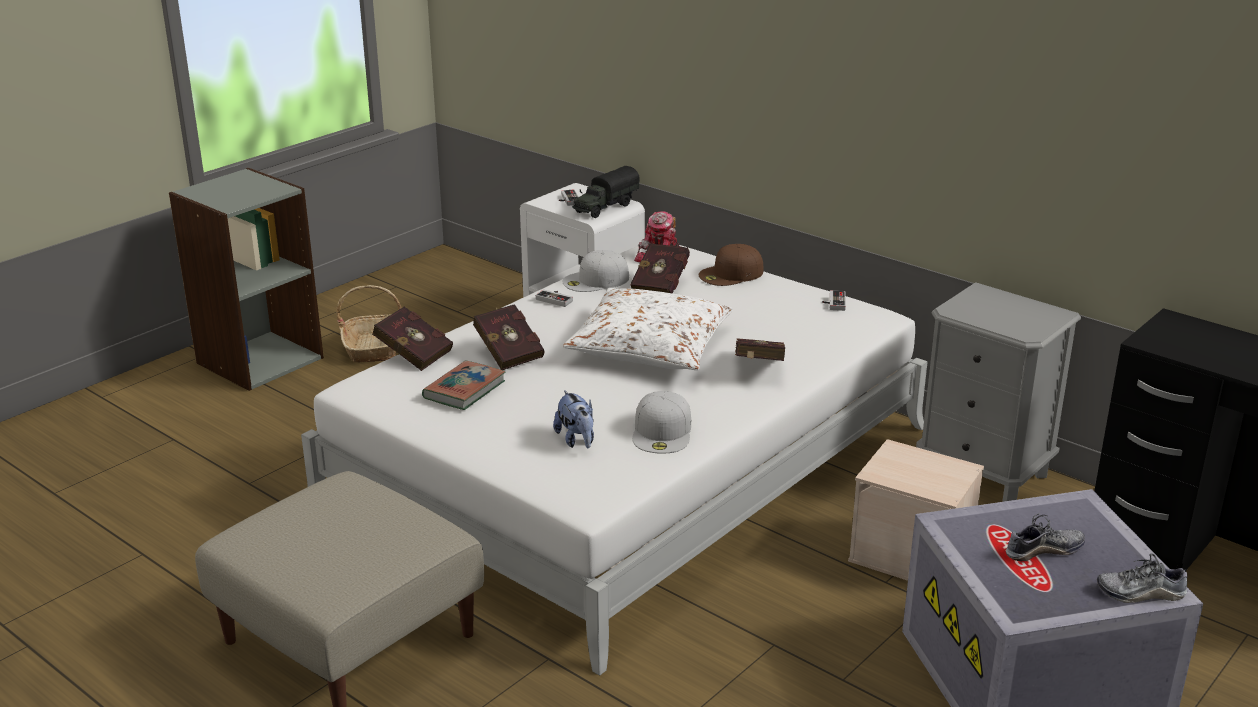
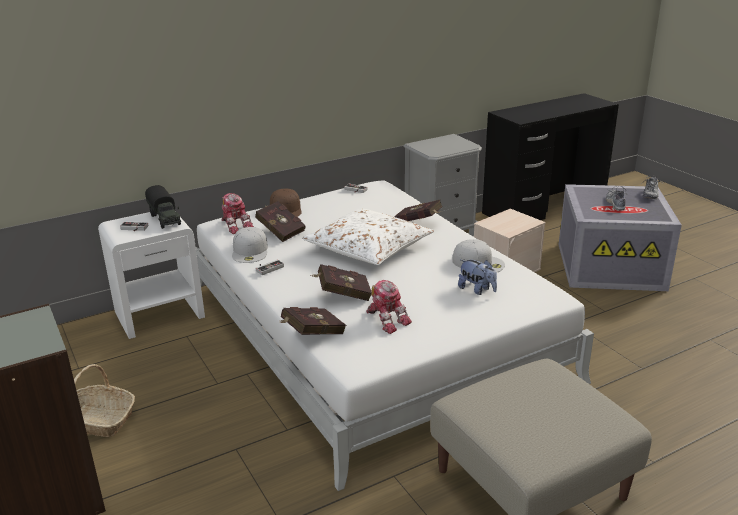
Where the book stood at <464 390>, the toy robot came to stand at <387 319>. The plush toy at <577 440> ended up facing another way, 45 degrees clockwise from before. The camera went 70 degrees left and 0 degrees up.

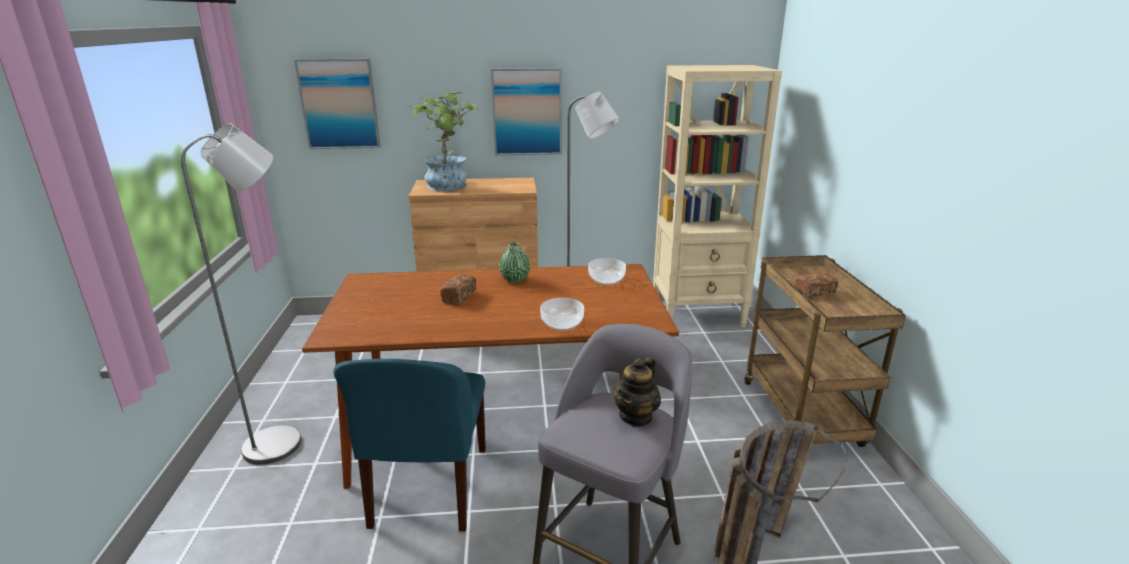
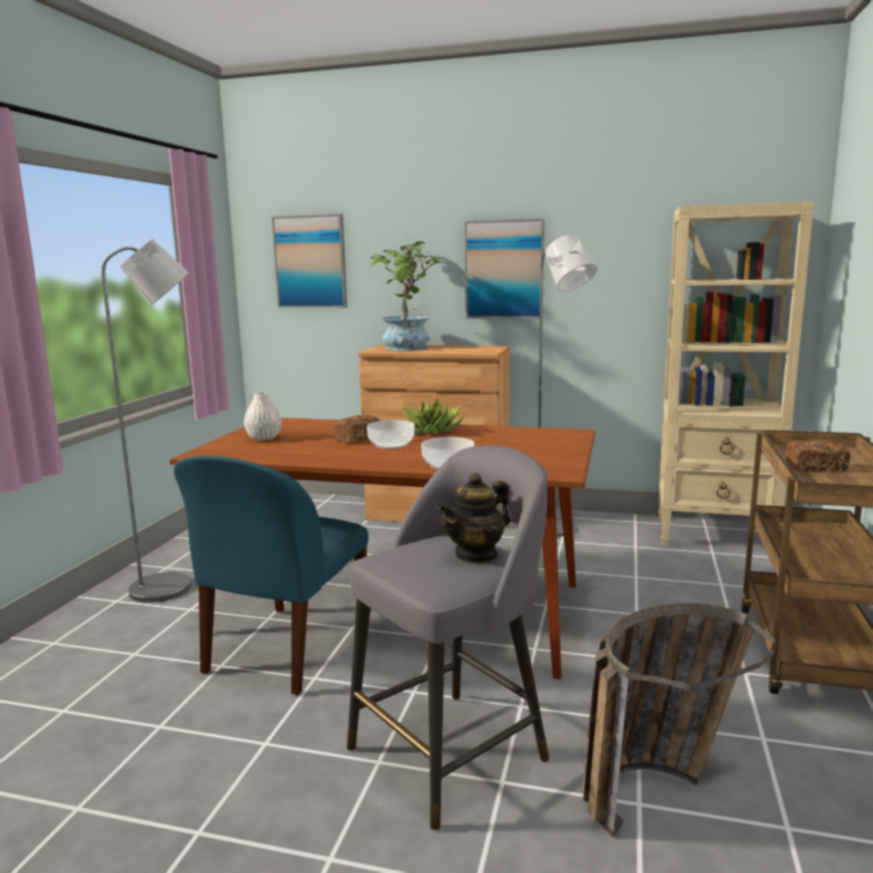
The second view gained the white vase at <264 438>. The bowl ended up elsewhere, having gone from <606 279> to <391 444>. Where the green vase stood at <515 279>, the potted plant came to stand at <431 431>. The camera went 20 degrees right and 10 degrees down.

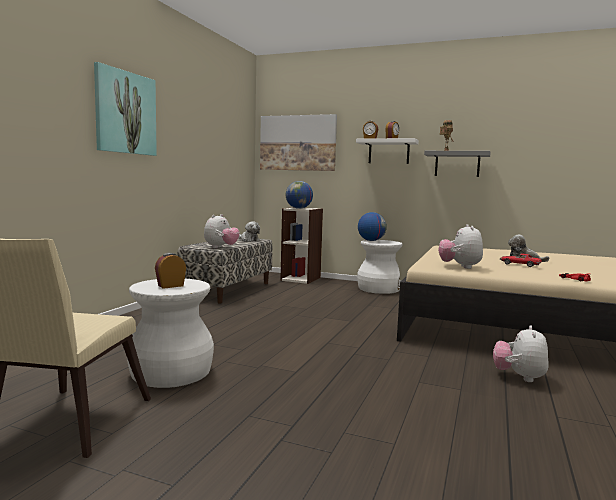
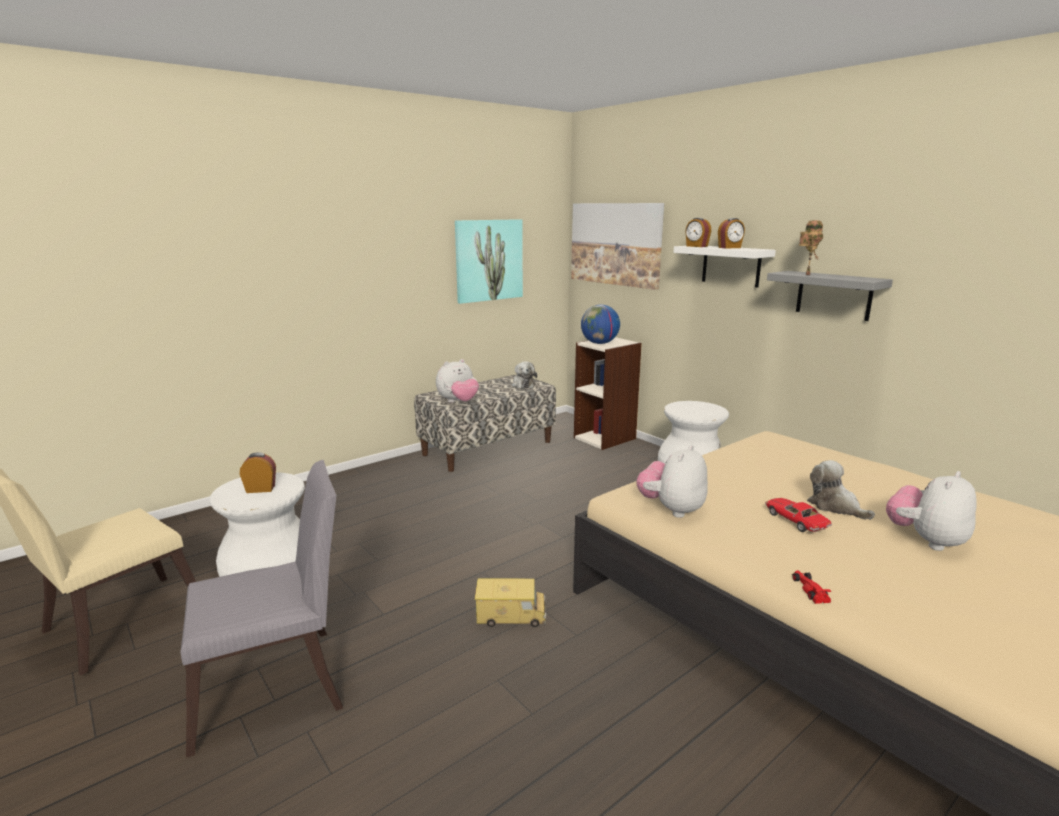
The second view lost the globe at <371 240>. The second view gained the grey chair at <278 686>. The second view gained the toy truck at <511 615>. The picture ended up elsewhere, having gone from <126 113> to <489 260>. The plush toy ended up elsewhere, having gone from <519 377> to <926 540>. The camera went 30 degrees right and 10 degrees up.

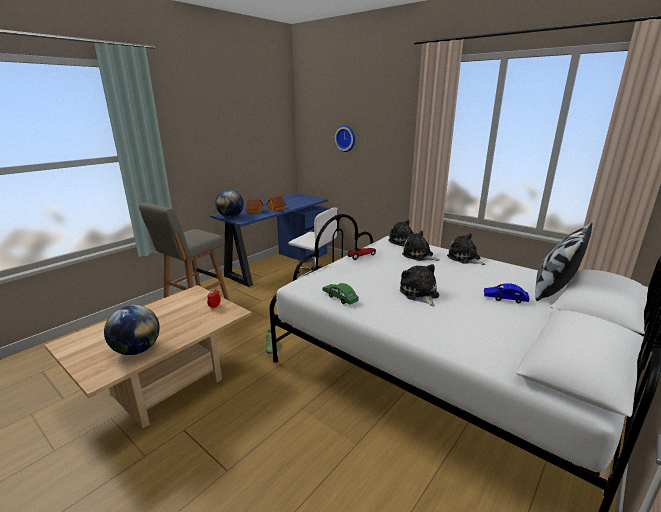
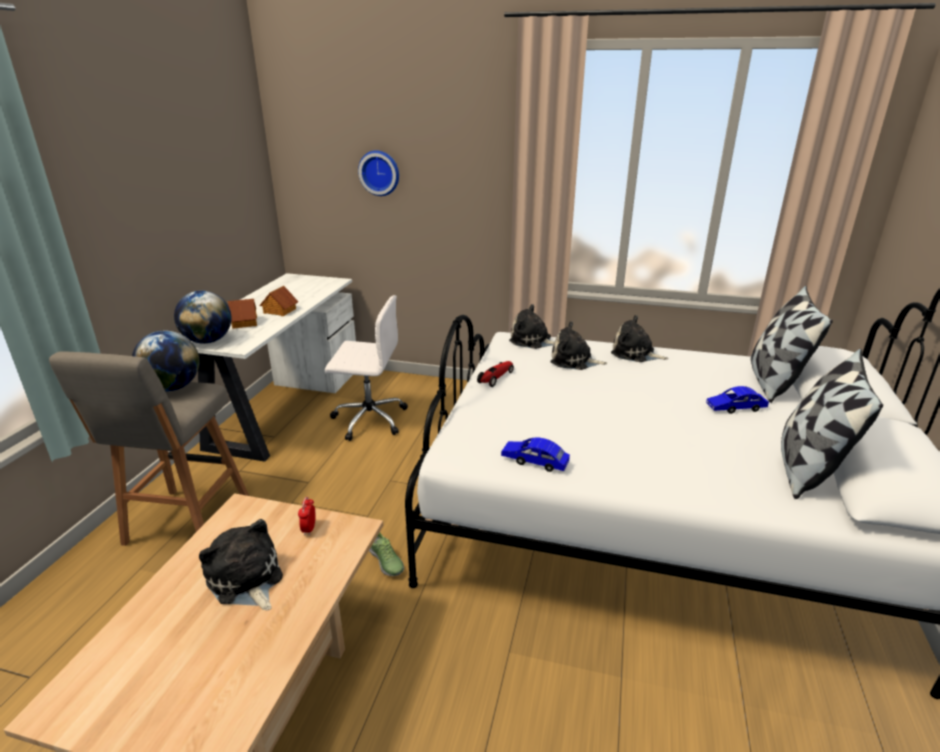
The second view gained the pillow at <808 468>. The globe ended up elsewhere, having gone from <137 350> to <172 388>. The plush toy ended up elsewhere, having gone from <419 294> to <246 580>. What was the blue desk at <276 264> turned into the white desk at <284 406>. What was the green toy car at <340 297> turned into the blue toy car at <534 461>. The camera went 25 degrees left and 5 degrees up.

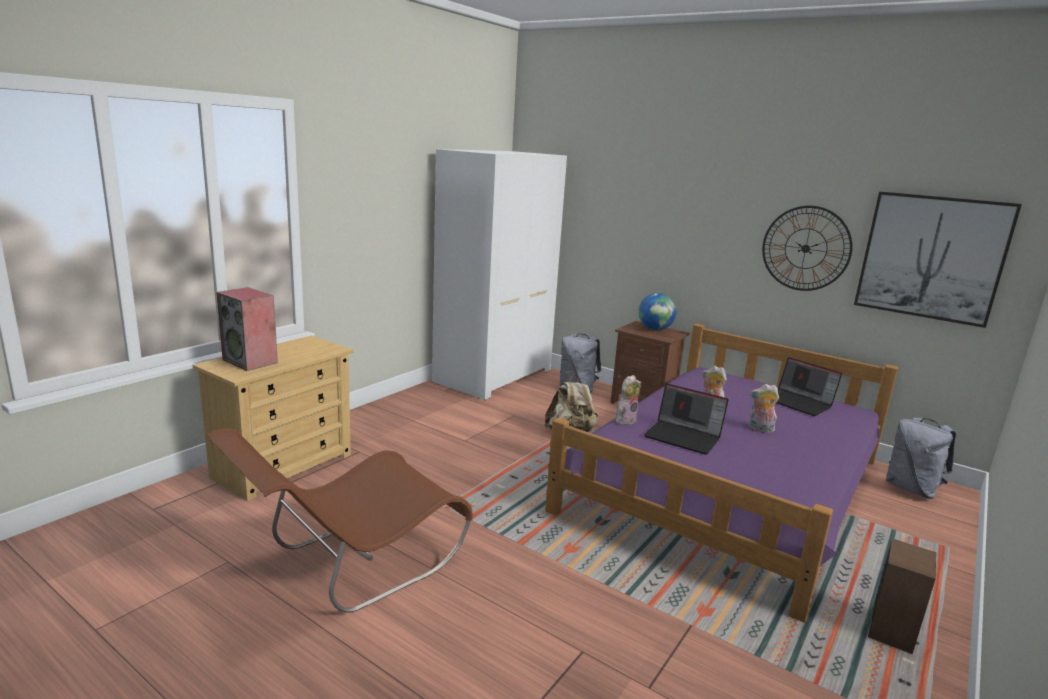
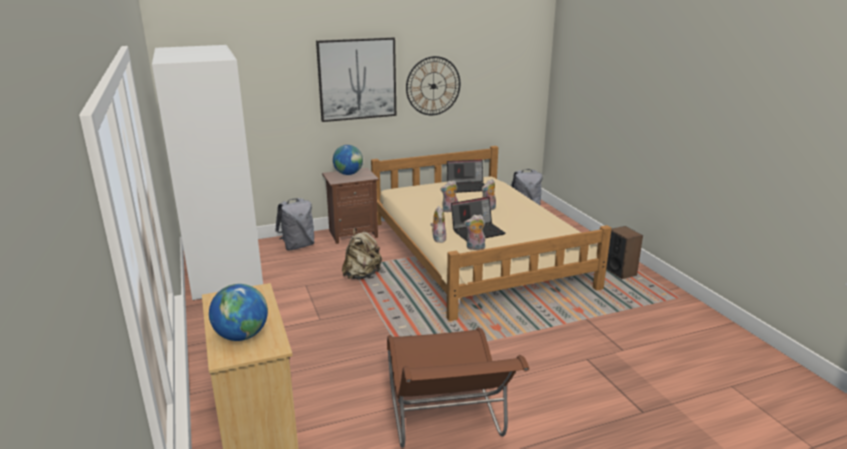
The second view gained the plush toy at <475 248>. The picture ended up elsewhere, having gone from <931 257> to <357 79>. Where the speaker stood at <251 361>, the globe came to stand at <241 336>. What was the purple bed at <727 485> turned into the beige bed at <476 253>. The camera went 55 degrees left and 5 degrees up.

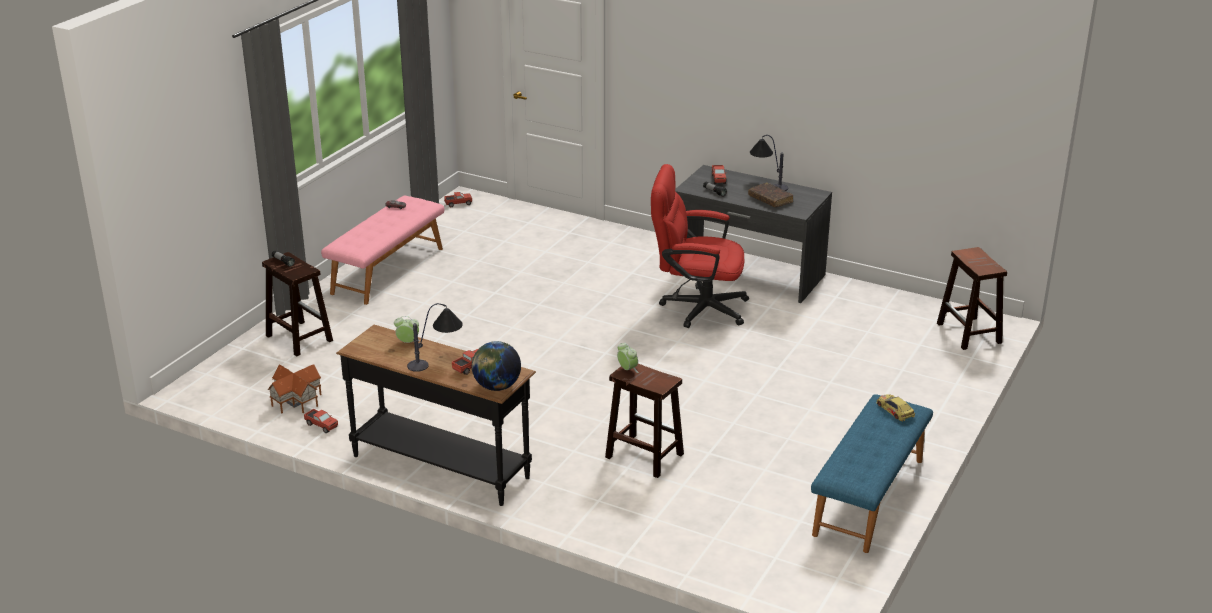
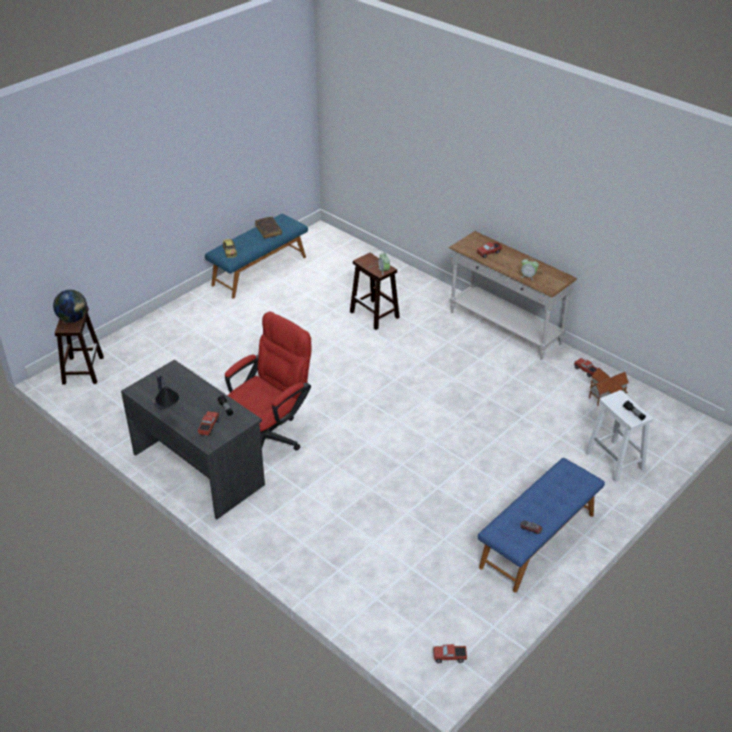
The second view lost the table lamp at <437 360>. The globe ended up elsewhere, having gone from <497 387> to <73 319>. The brown book ended up elsewhere, having gone from <770 199> to <268 230>. What was the brown stool at <298 338> turned into the white stool at <615 461>. What was the pink bench at <387 270> turned into the blue bench at <538 541>. What was the black console table at <441 466> turned into the white console table at <504 328>. The red office chair at <696 307> ended up facing another way, 75 degrees counterclockwise from before. The camera went 165 degrees left and 10 degrees up.

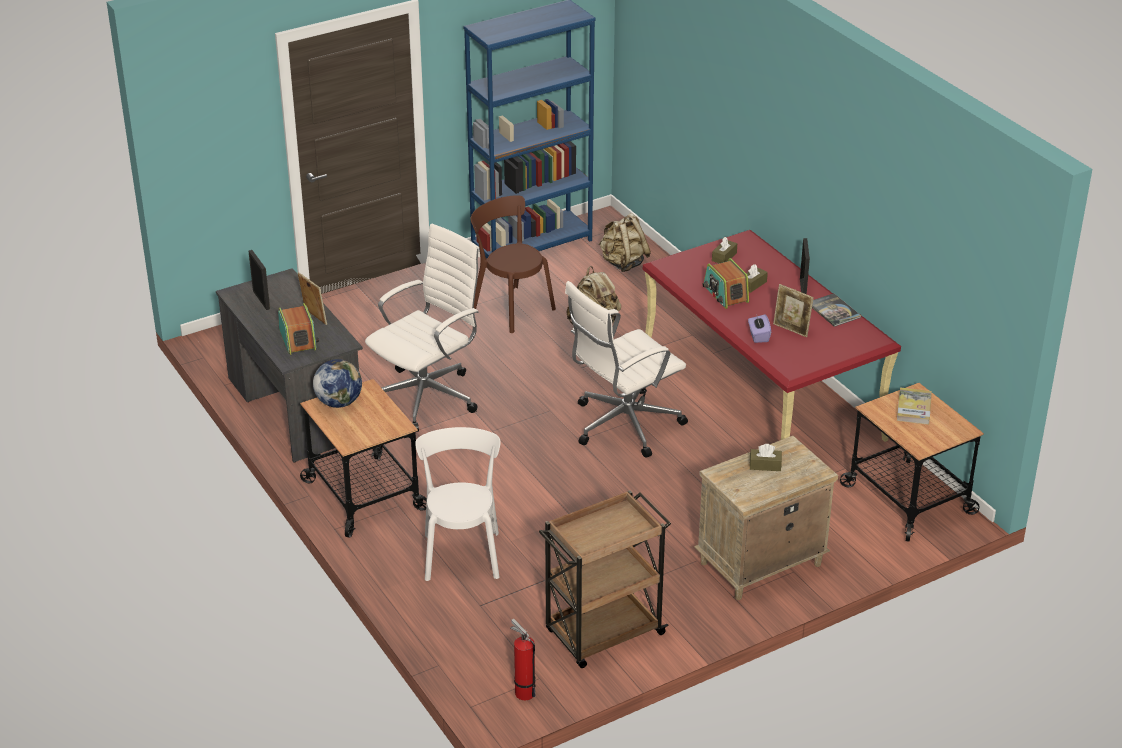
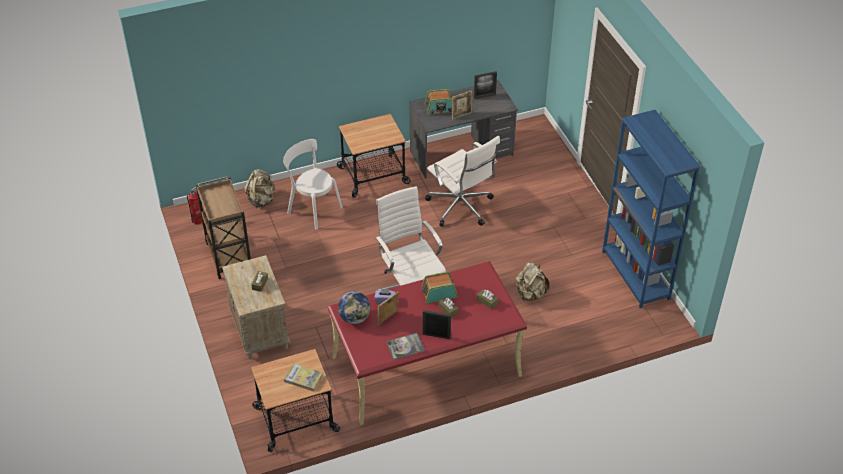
The second view lost the brown chair at <510 307>. The globe ended up elsewhere, having gone from <339 402> to <355 318>. The beige backpack ended up elsewhere, having gone from <623 263> to <261 200>. The white chair at <462 552> ended up facing another way, 150 degrees counterclockwise from before. The camera went 100 degrees right and 10 degrees up.

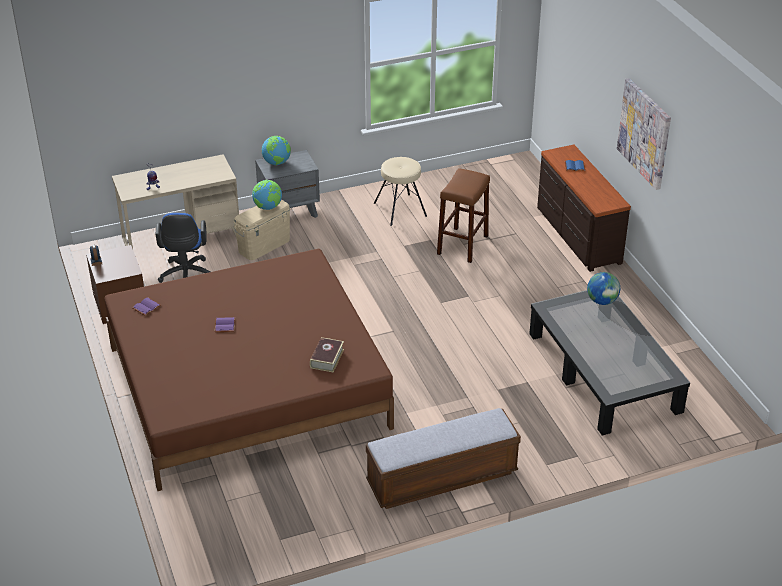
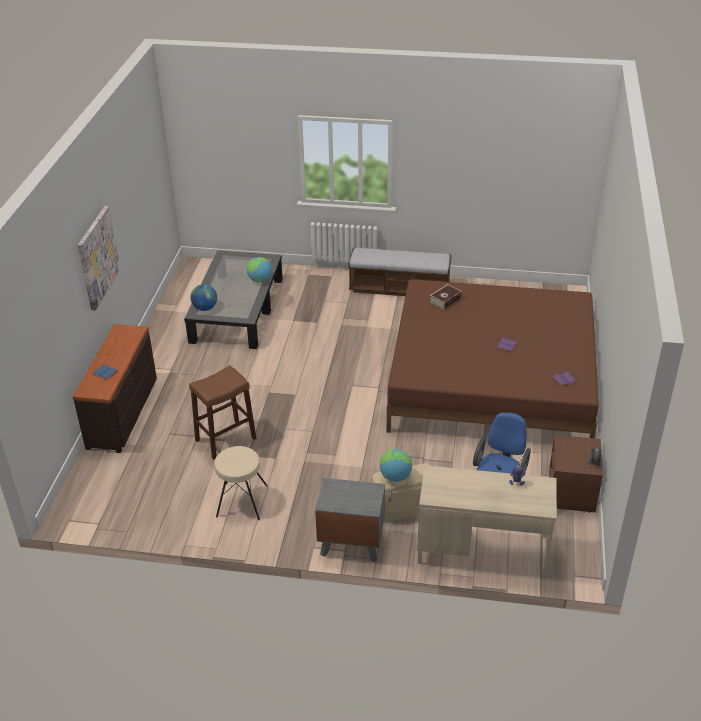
The globe ended up elsewhere, having gone from <277 163> to <259 280>. The camera went 150 degrees left and 0 degrees up.

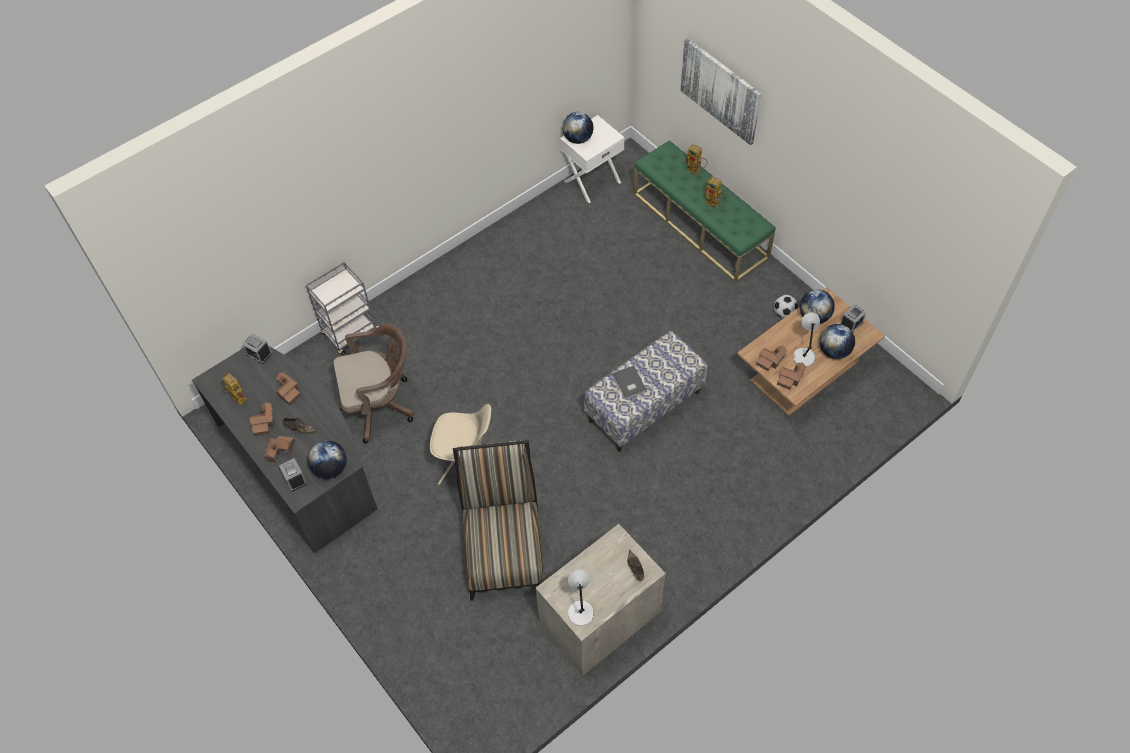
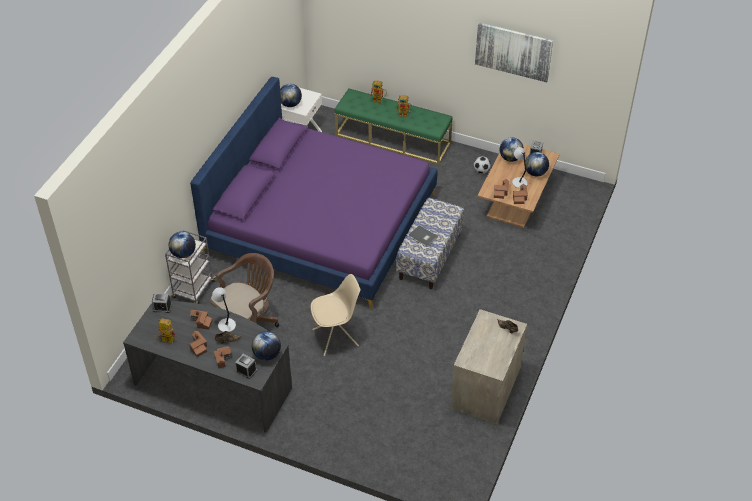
The second view lost the chair at <504 548>. The second view gained the globe at <183 254>. The second view gained the purple bed at <321 224>. The grey table lamp ended up elsewhere, having gone from <580 611> to <226 325>. The picture ended up elsewhere, having gone from <720 90> to <513 51>. The camera went 30 degrees left and 10 degrees down.

